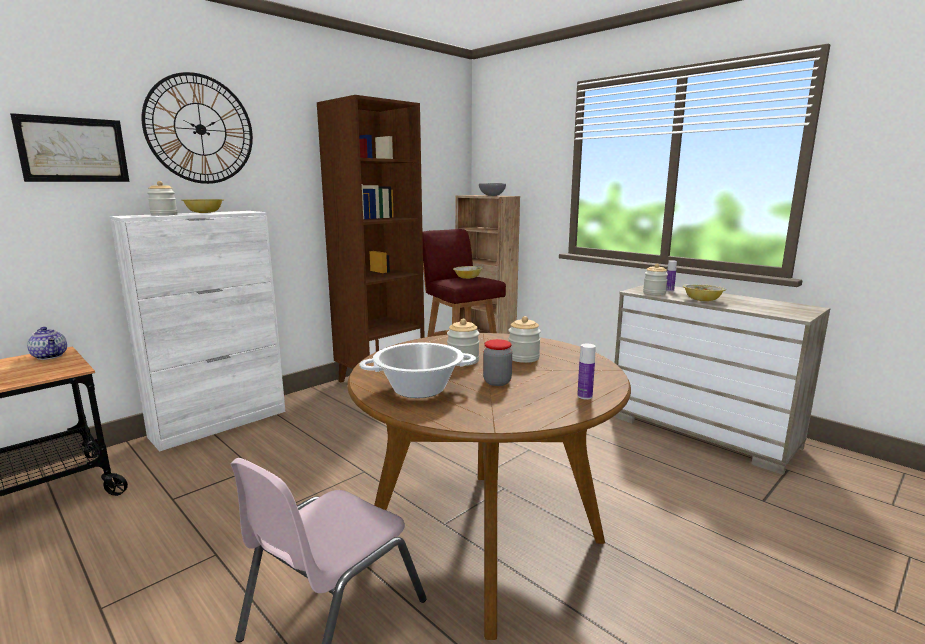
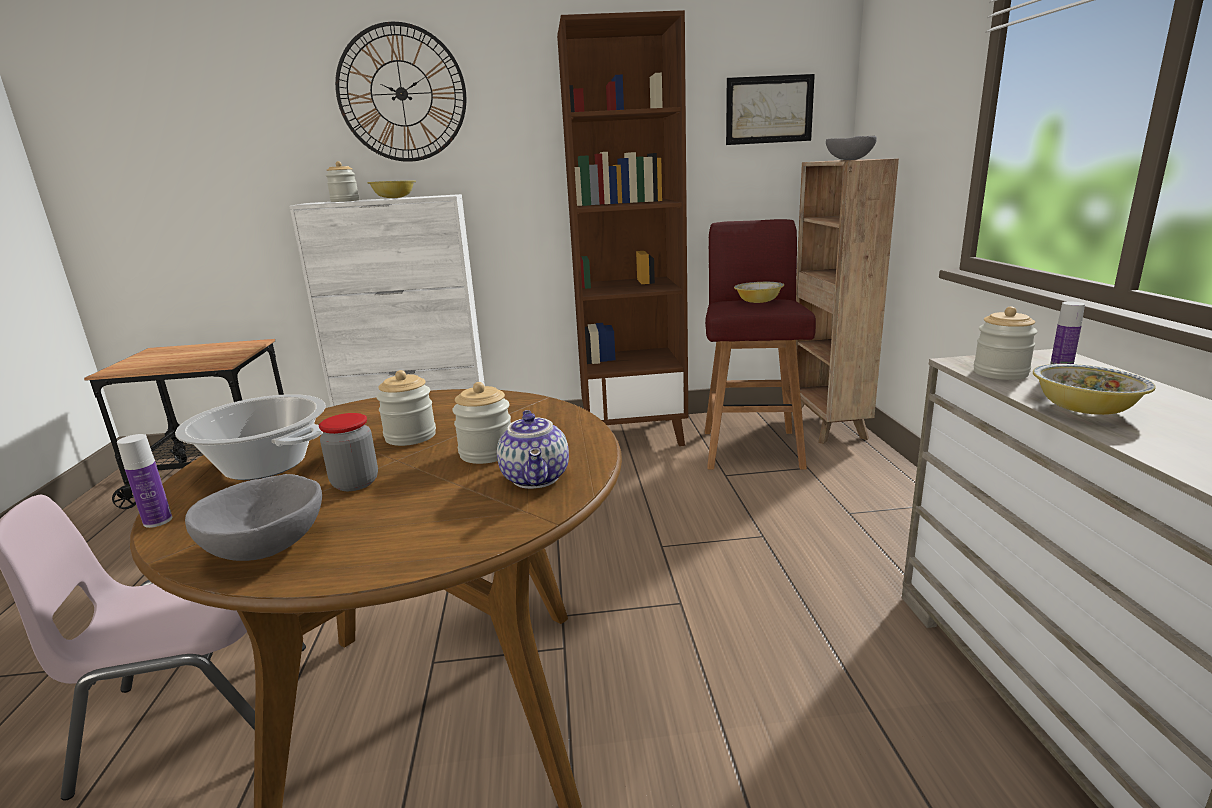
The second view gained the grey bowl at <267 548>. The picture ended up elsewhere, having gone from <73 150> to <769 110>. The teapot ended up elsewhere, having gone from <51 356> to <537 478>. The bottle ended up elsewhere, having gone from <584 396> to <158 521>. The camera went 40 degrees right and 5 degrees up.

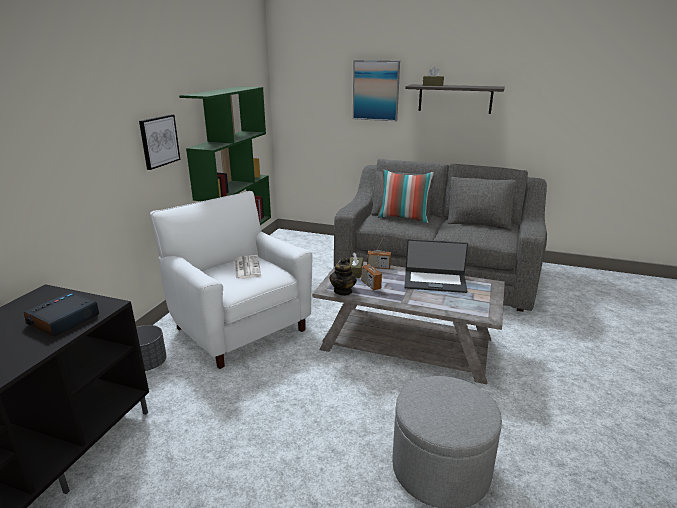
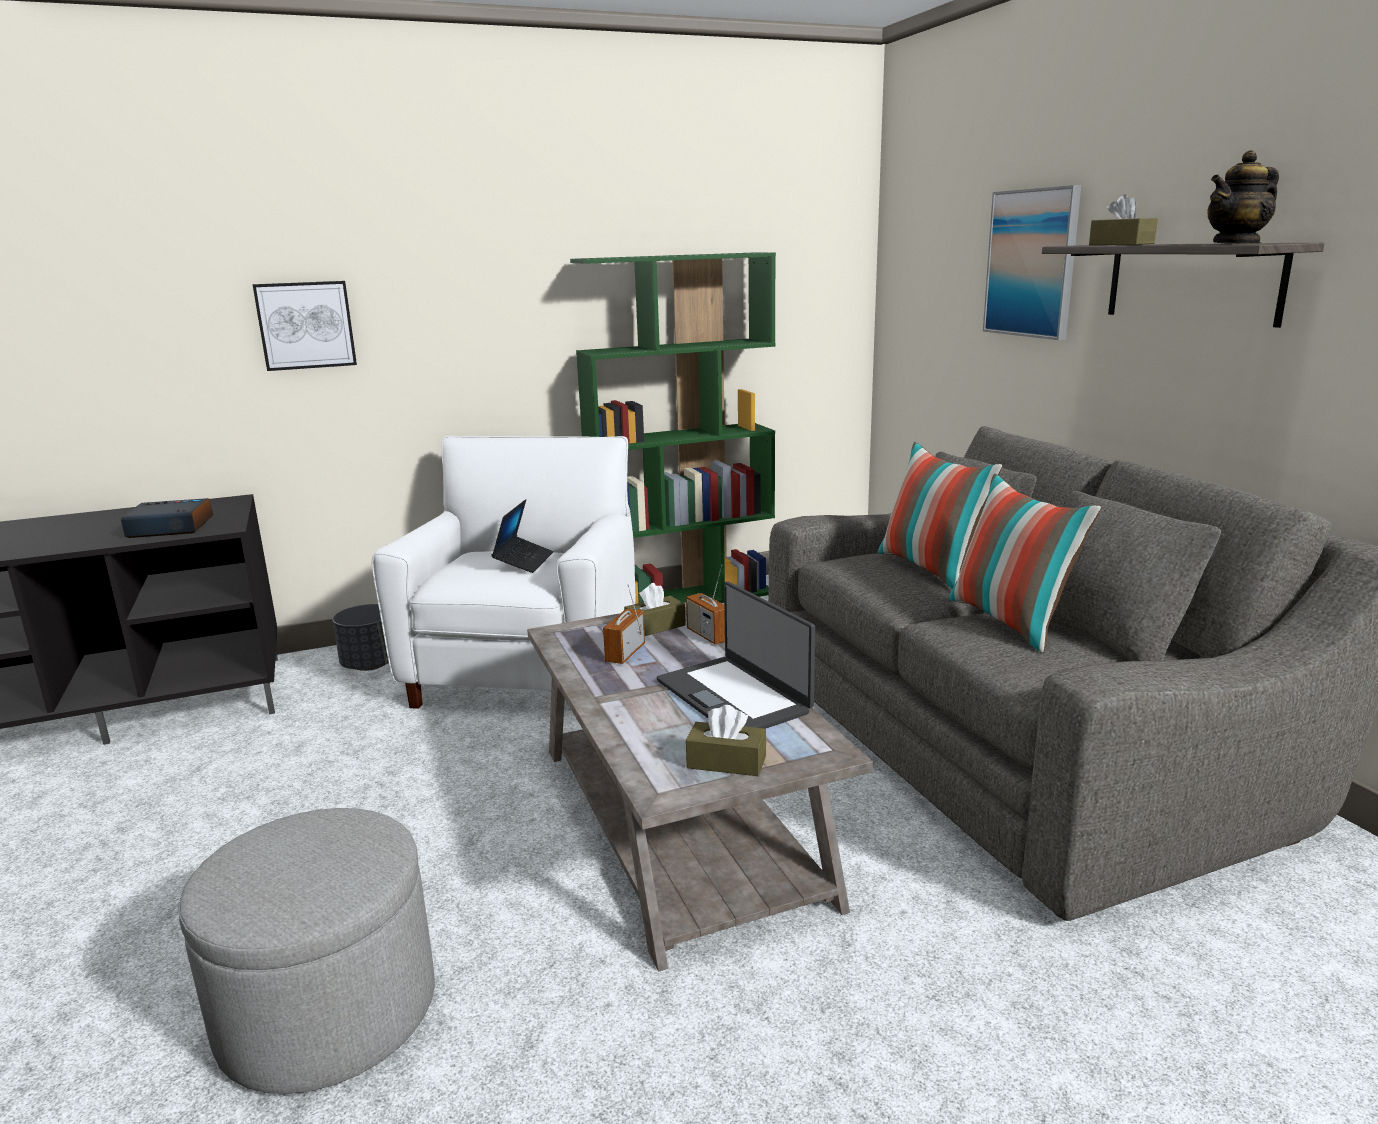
The second view gained the brown tissue box at <726 762>. The second view gained the pillow at <1011 622>. The picture ended up elsewhere, having gone from <159 141> to <306 325>. The teapot ended up elsewhere, having gone from <343 291> to <1237 243>. Where the newspaper stood at <247 267>, the laptop came to stand at <524 561>. The camera went 50 degrees right and 5 degrees down.

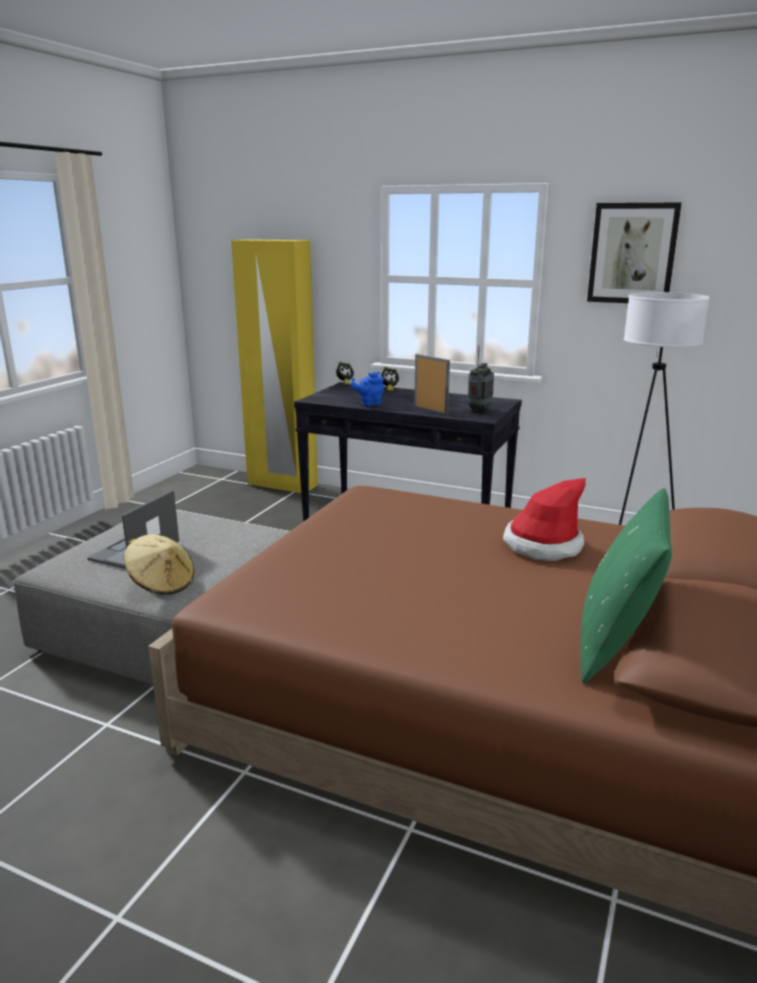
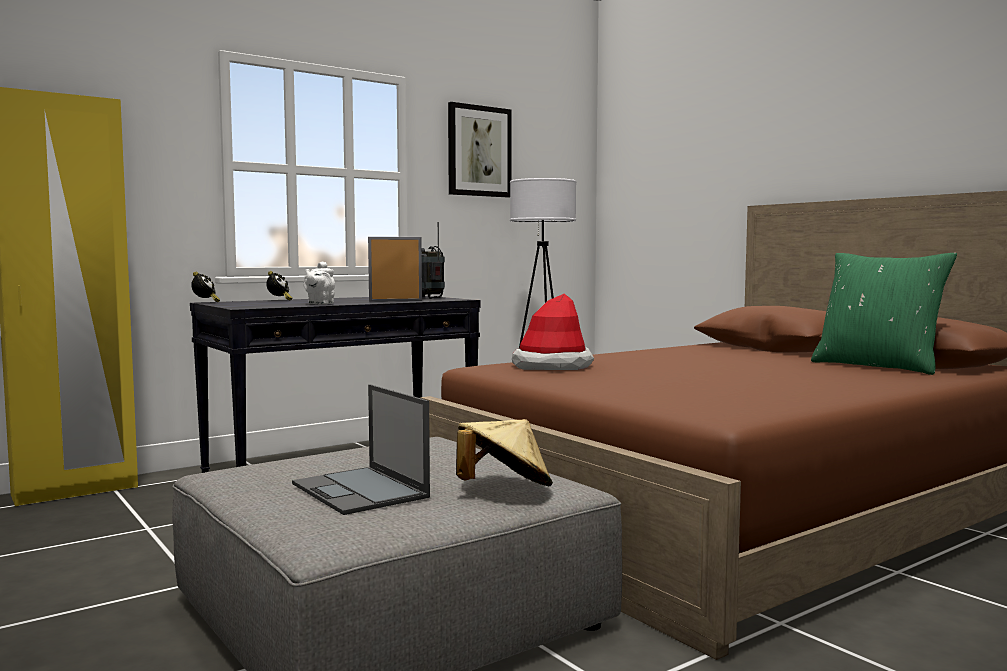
The hat ended up elsewhere, having gone from <542 545> to <552 366>. What was the blue teapot at <369 404> turned into the white teapot at <320 304>. The camera went 60 degrees left and 15 degrees down.

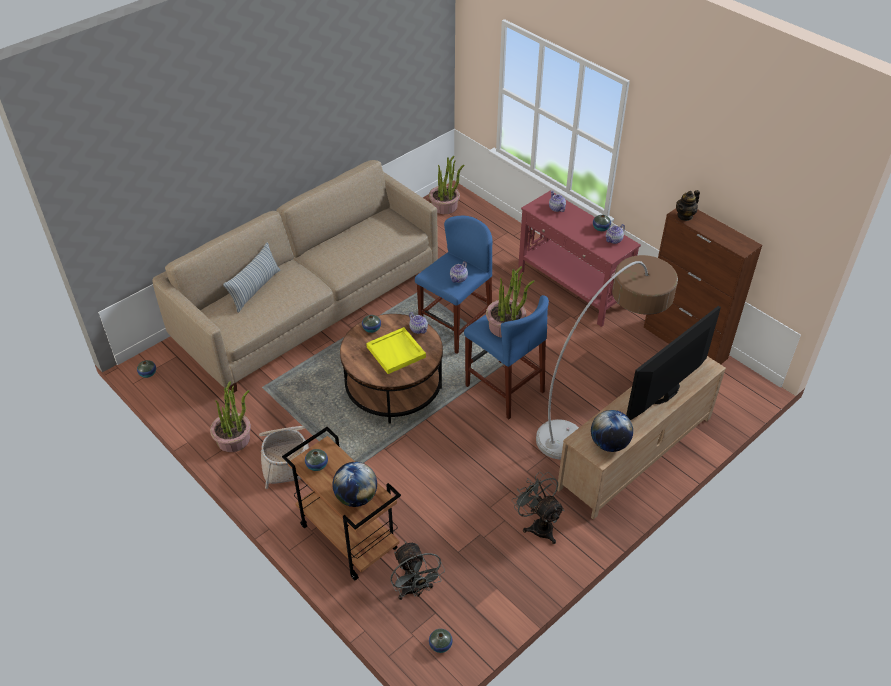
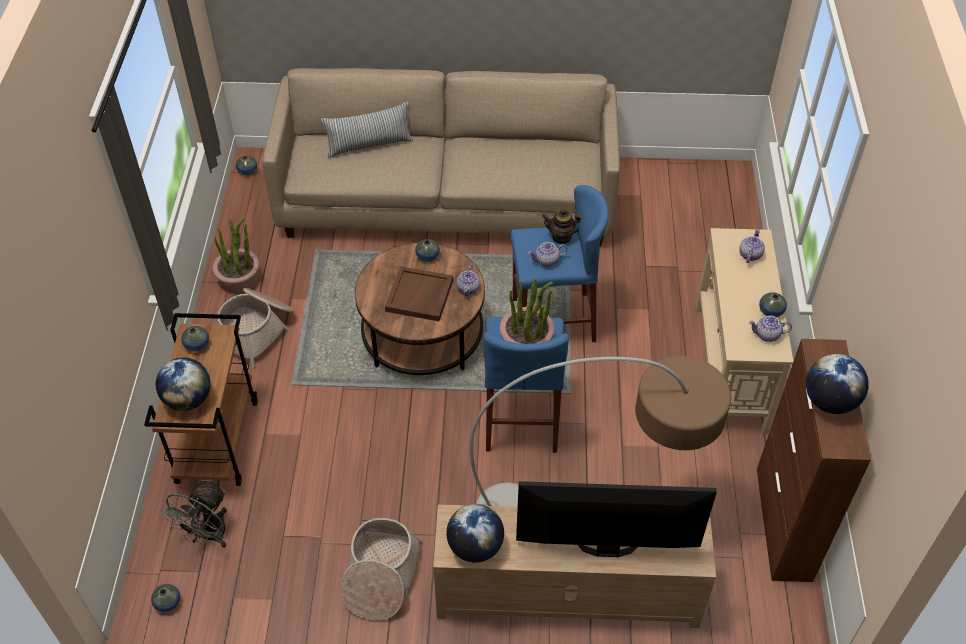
The second view lost the potted plant at <444 206>. The second view gained the globe at <829 401>. The teapot ended up elsewhere, having gone from <685 216> to <562 237>. Where the grey fan stood at <538 525>, the basket came to stand at <380 576>. What was the yellow tray at <396 352> turned into the brown tray at <420 296>. What was the red console table at <571 289> turned into the beige console table at <729 367>. The camera went 45 degrees right and 5 degrees up.

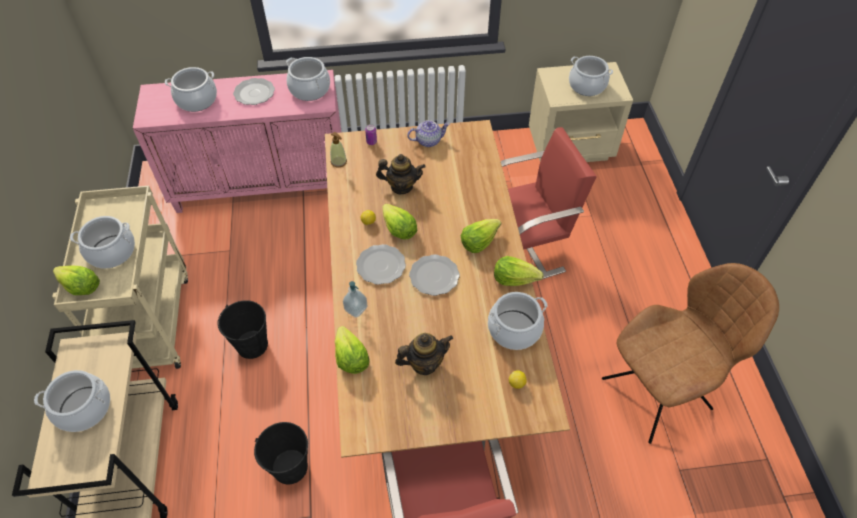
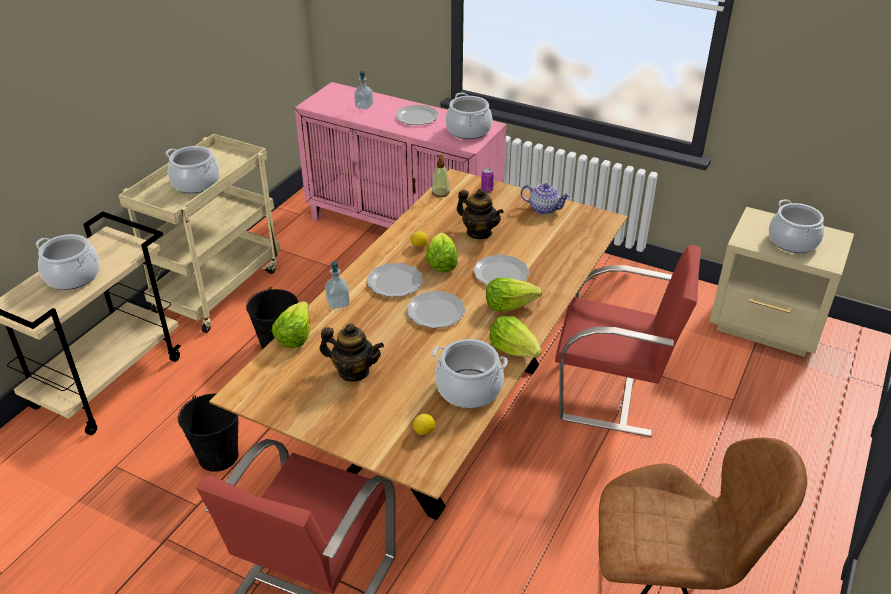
The second view lost the lettuce at <80 287>. The second view gained the plate at <501 274>. Where the cooking pot stood at <197 100>, the soap dispenser came to stand at <364 106>. The camera went 35 degrees right and 15 degrees down.

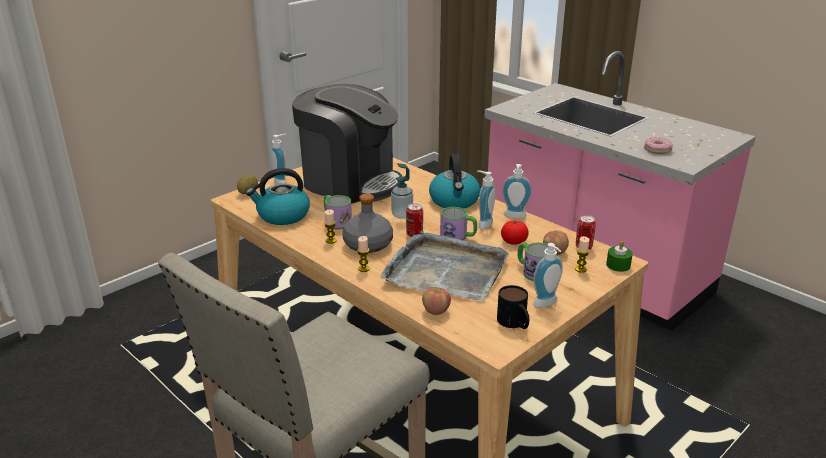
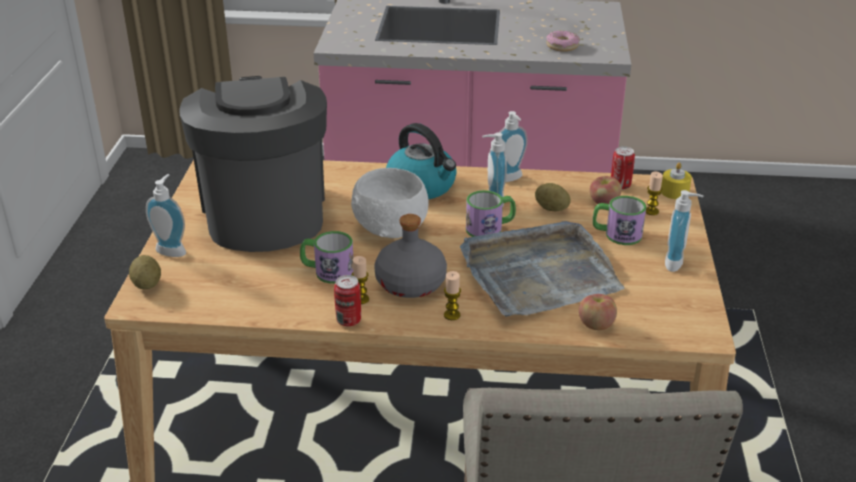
The second view lost the kettle at <282 215>. The second view lost the mug at <515 323>. The can ended up elsewhere, having gone from <414 234> to <348 320>. Where the soap dispenser stood at <402 215>, the white bowl came to stand at <392 229>. Where the tomato stood at <514 241>, the potato came to stand at <551 209>. What was the green candle at <618 265> turned into the yellow candle at <674 192>. The coffee machine at <350 182> ended up facing another way, 90 degrees counterclockwise from before. The camera went 40 degrees left and 5 degrees up.

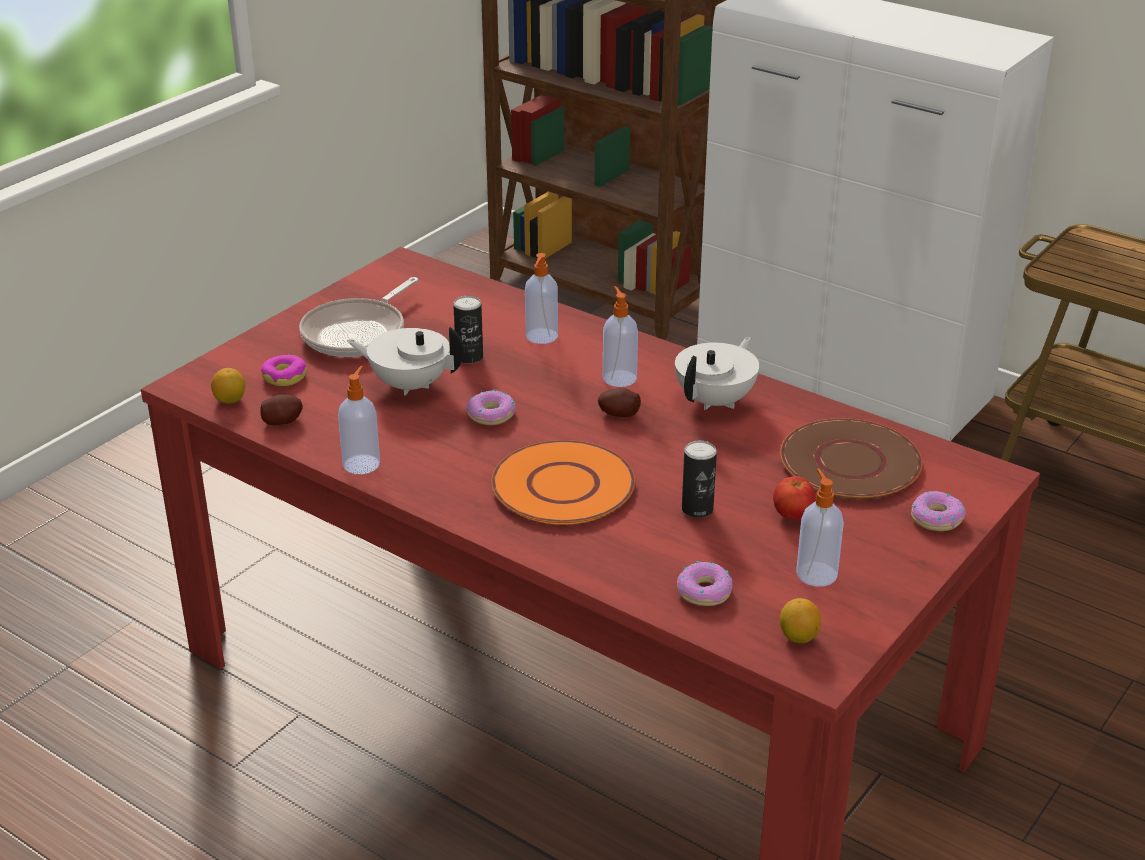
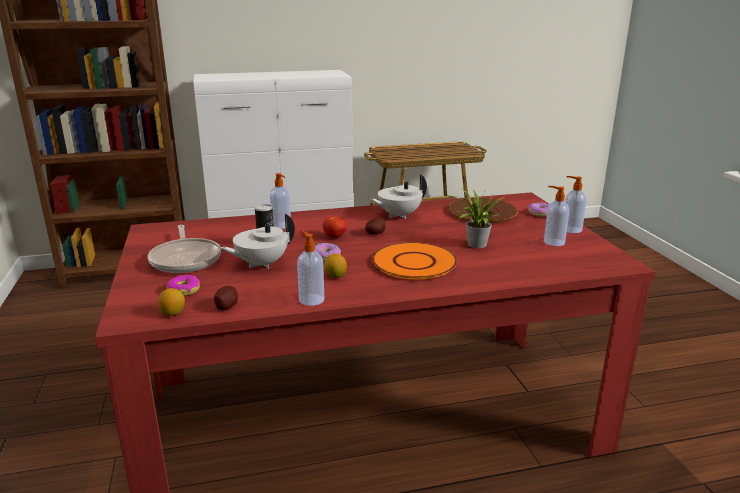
The second view lost the donut at <705 591>. The soap dispenser ended up elsewhere, having gone from <619 378> to <570 229>. The tomato ended up elsewhere, having gone from <793 516> to <334 237>. The lemon ended up elsewhere, having gone from <798 637> to <335 276>. Where the can stood at <697 509>, the potted plant came to stand at <475 245>. The white teapot at <716 401> ended up facing another way, 105 degrees counterclockwise from before. The camera went 50 degrees left and 10 degrees down.

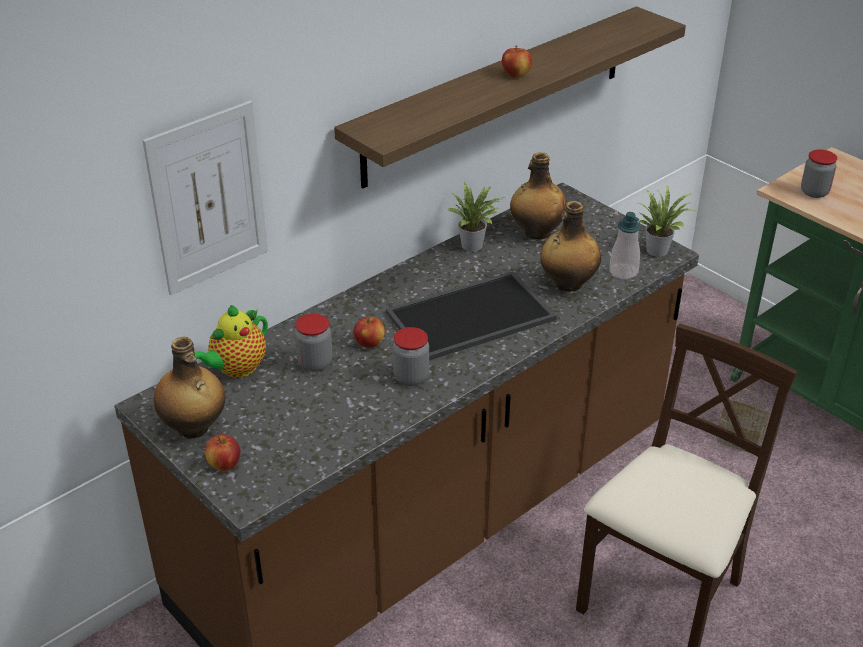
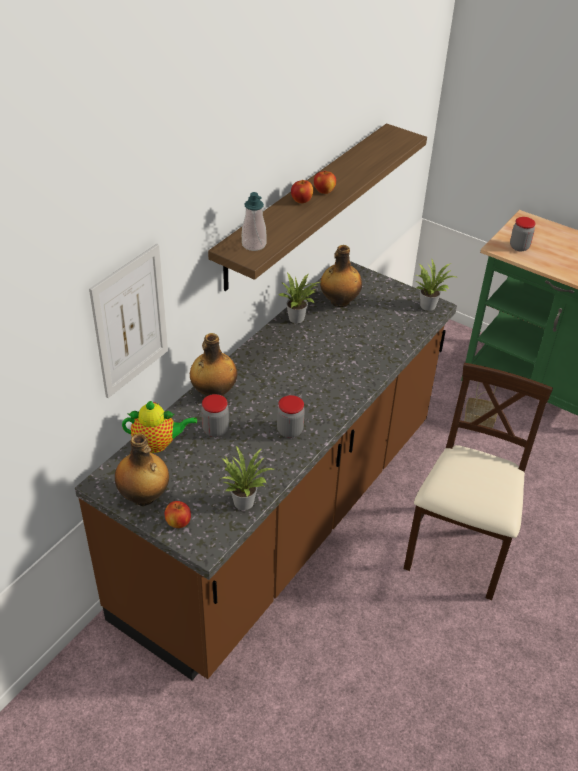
The second view lost the tray at <470 318>. The second view gained the potted plant at <243 500>. The apple ended up elsewhere, having gone from <369 343> to <301 201>. The bottle ended up elsewhere, having gone from <567 284> to <213 393>. The soap dispenser ended up elsewhere, having gone from <623 272> to <254 245>. The teapot at <236 369> ended up facing another way, 120 degrees counterclockwise from before. The camera went 15 degrees left and 5 degrees up.

